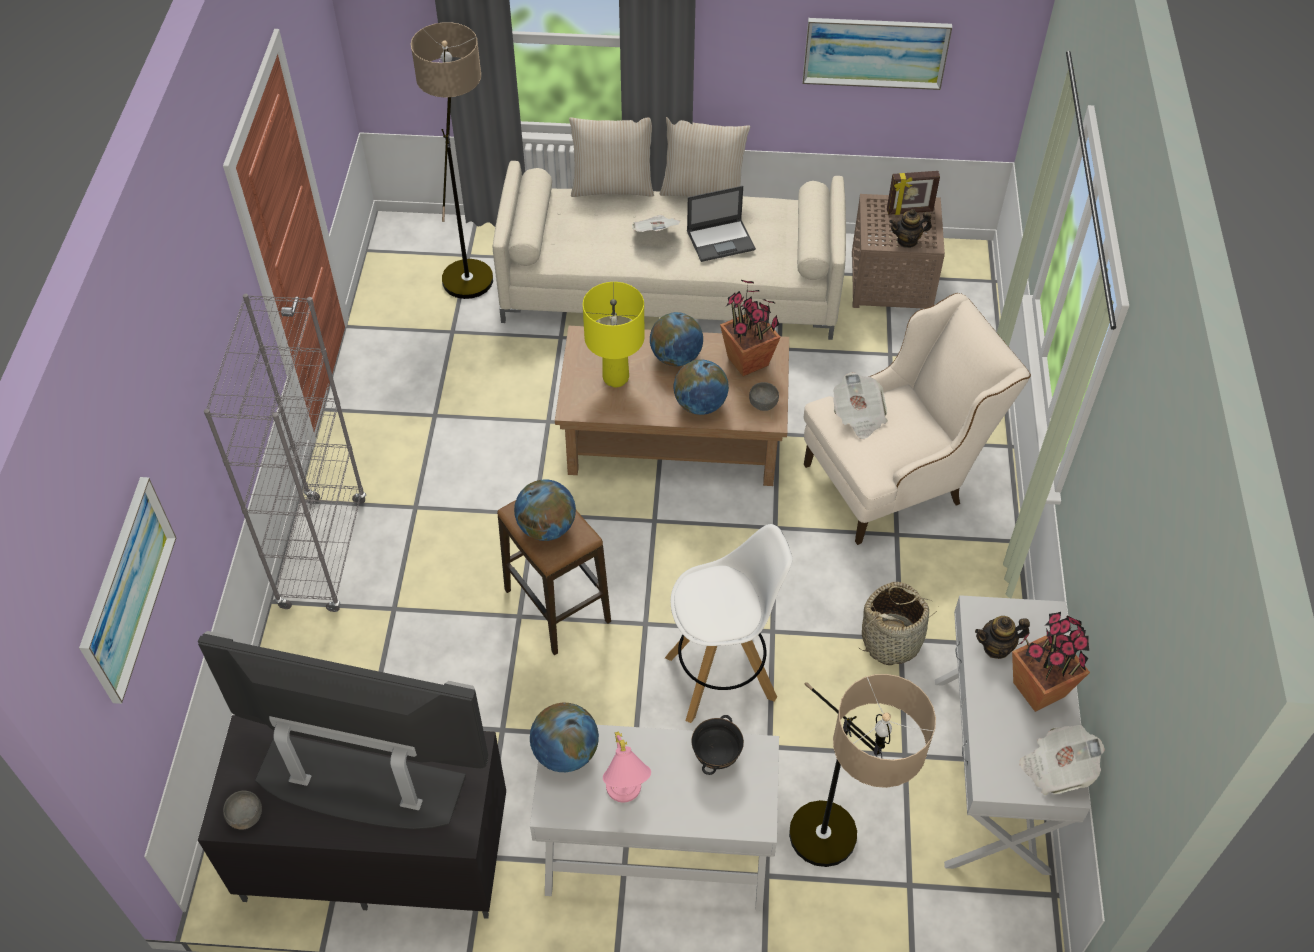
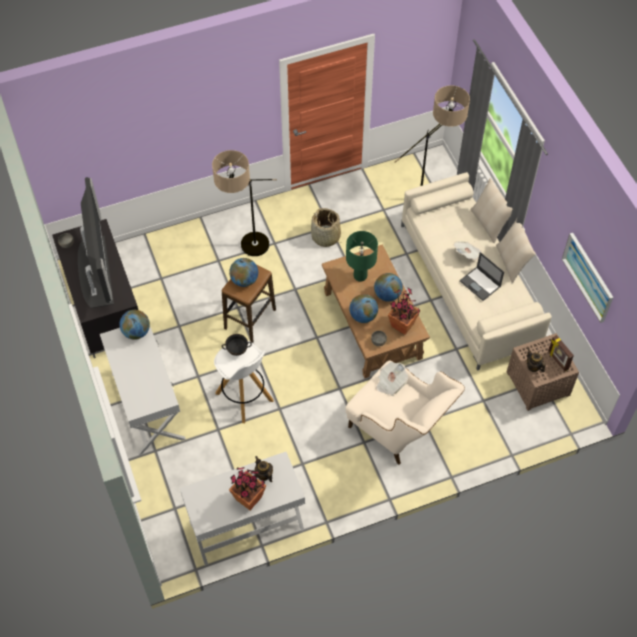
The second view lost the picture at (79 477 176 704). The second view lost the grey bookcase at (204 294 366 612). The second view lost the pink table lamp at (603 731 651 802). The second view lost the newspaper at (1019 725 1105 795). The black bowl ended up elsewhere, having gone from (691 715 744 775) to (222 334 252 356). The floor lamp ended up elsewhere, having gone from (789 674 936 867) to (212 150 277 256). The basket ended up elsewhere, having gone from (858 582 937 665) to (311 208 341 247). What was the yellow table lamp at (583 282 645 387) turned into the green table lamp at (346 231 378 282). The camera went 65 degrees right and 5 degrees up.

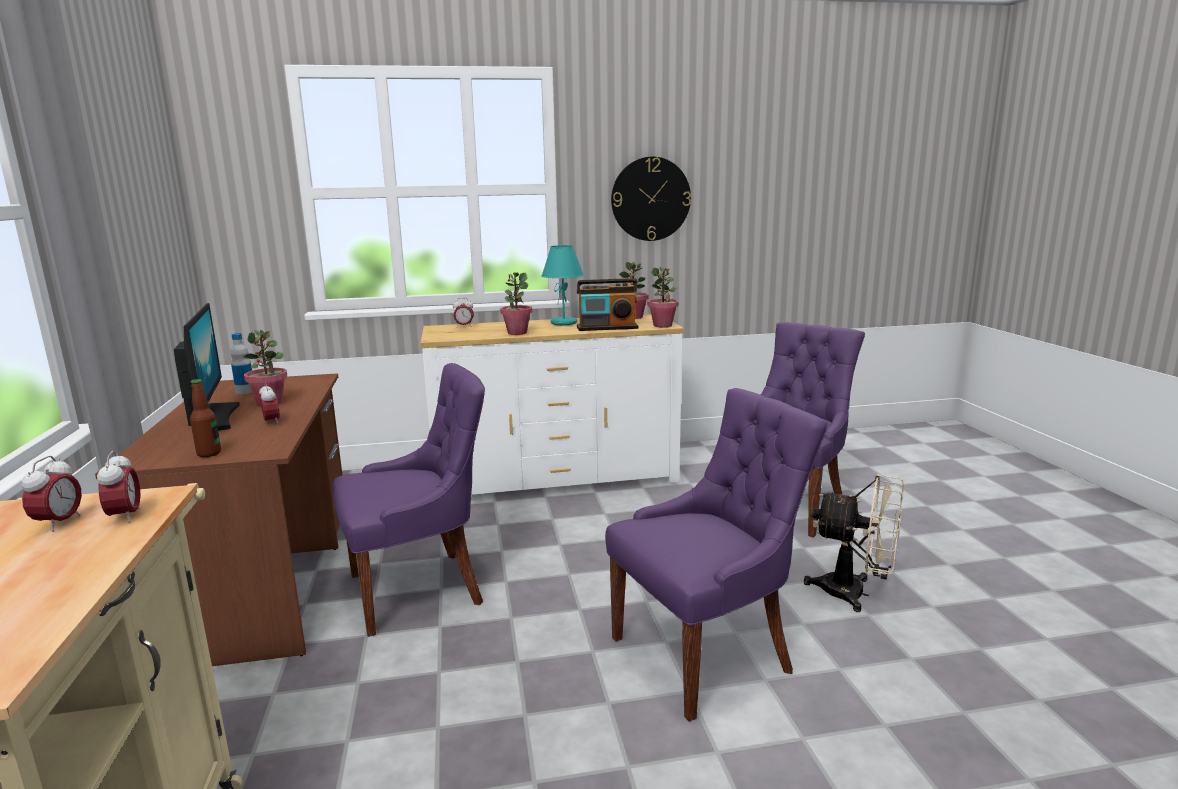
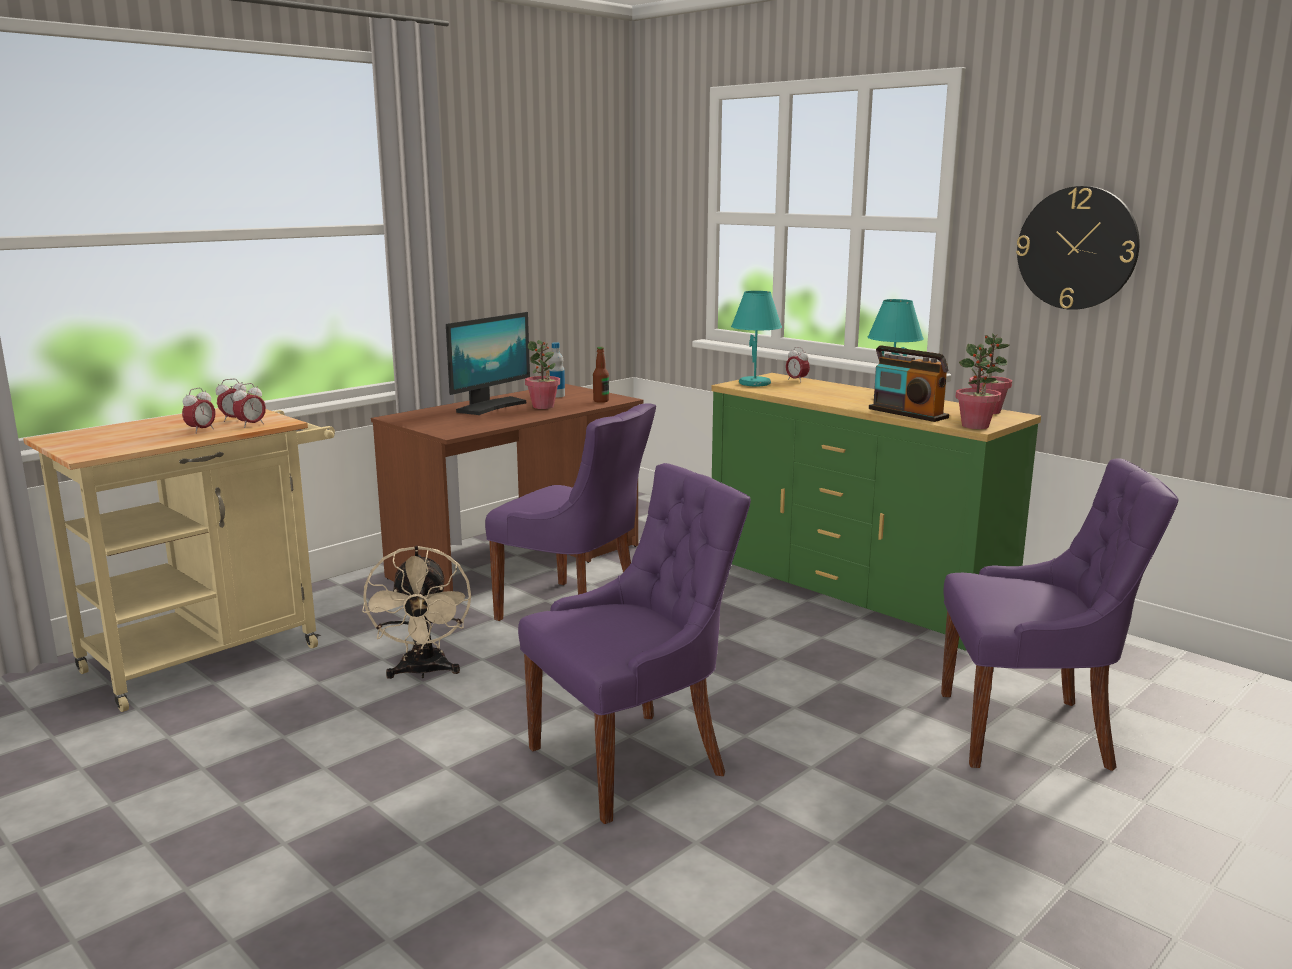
The second view lost the potted plant at (500 272 532 335). The second view gained the turquoise table lamp at (731 291 782 386). The bottle ended up elsewhere, having gone from (190 379 221 457) to (593 347 609 403). The alarm clock ended up elsewhere, having gone from (259 383 280 424) to (182 388 216 434). The beige fan ended up elsewhere, having gone from (804 474 904 612) to (362 546 471 679). What was the white dresser at (421 314 684 495) turned into the green dresser at (711 373 1041 651). The purple chair at (605 388 828 722) ended up facing another way, 60 degrees counterclockwise from before. The camera went 55 degrees right and 0 degrees up.

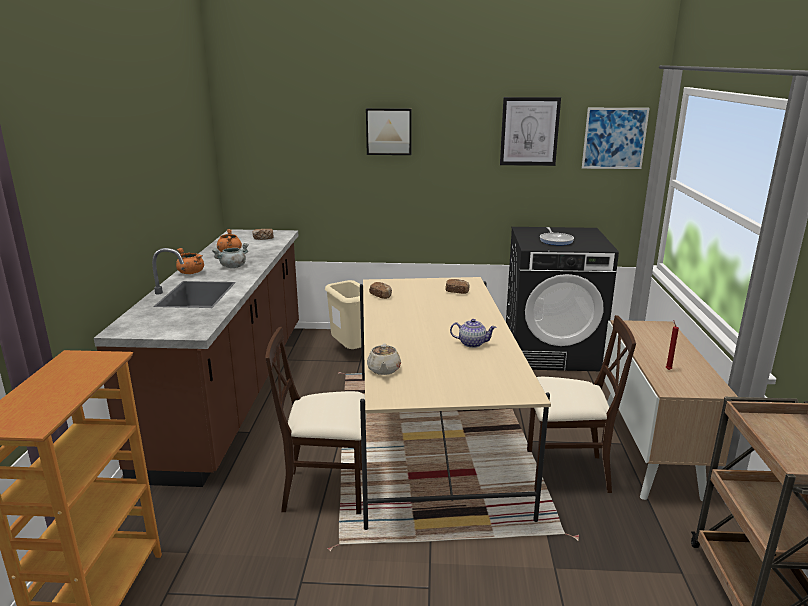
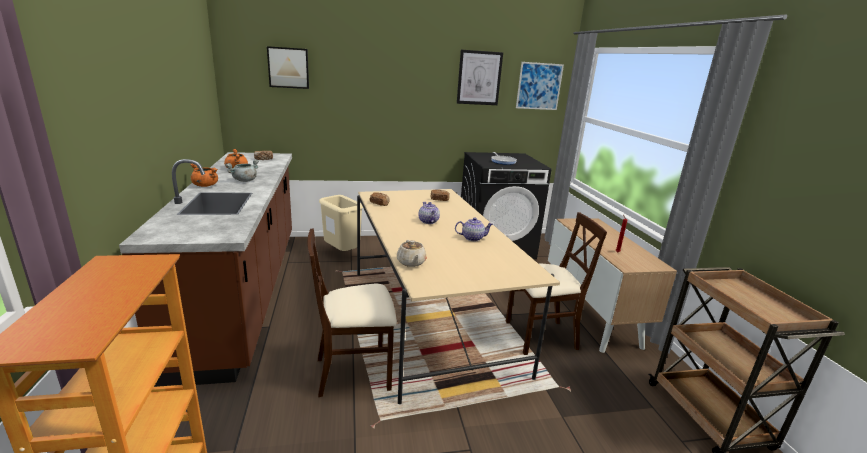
The second view gained the teapot at (418 202 440 224). The picture ended up elsewhere, having gone from (366 108 412 155) to (267 46 309 89). The camera went 15 degrees left and 0 degrees up.

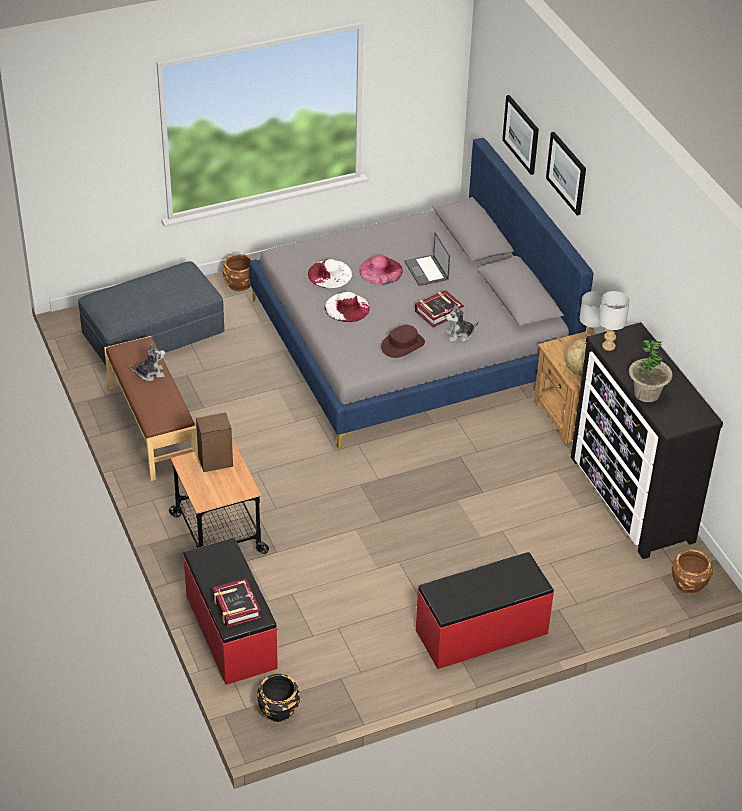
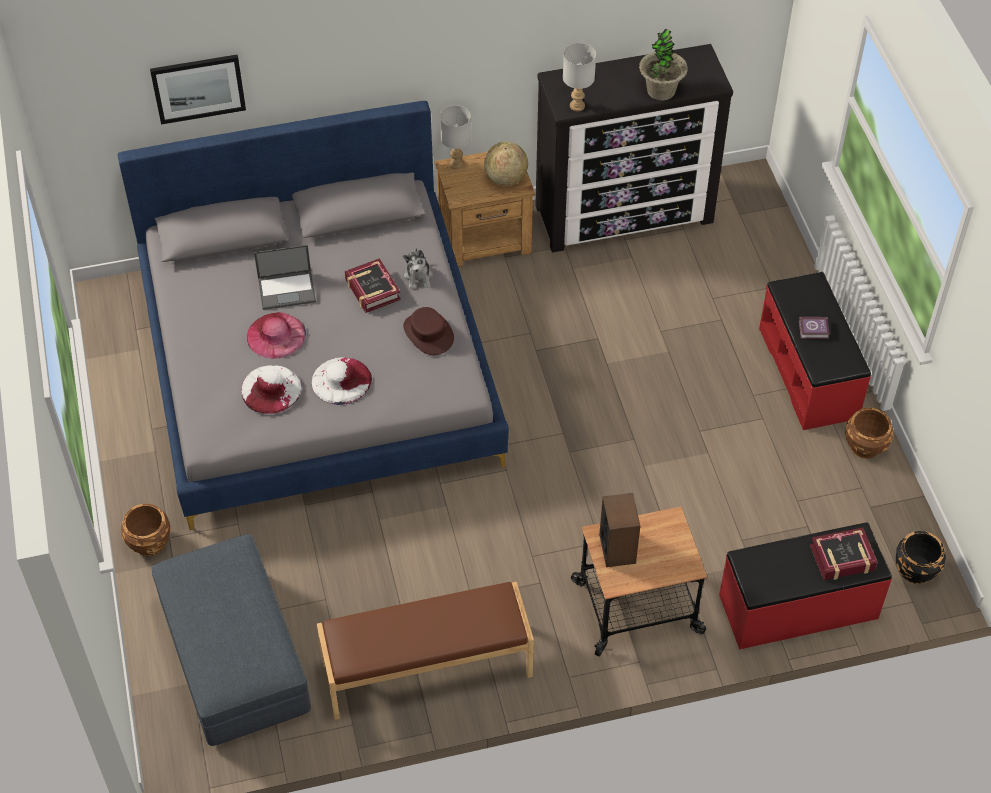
The second view lost the plush toy at (131 344 165 381). The second view lost the picture at (546 132 586 215). The second view gained the book at (799 317 830 339). The brown planter ended up elsewhere, having gone from (672 550 713 594) to (845 408 893 459). The camera went 80 degrees left and 10 degrees up.

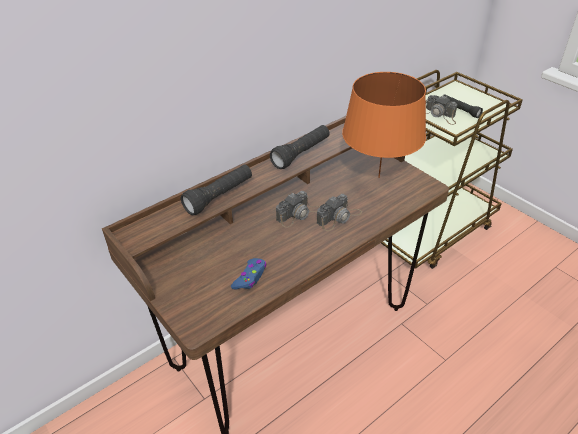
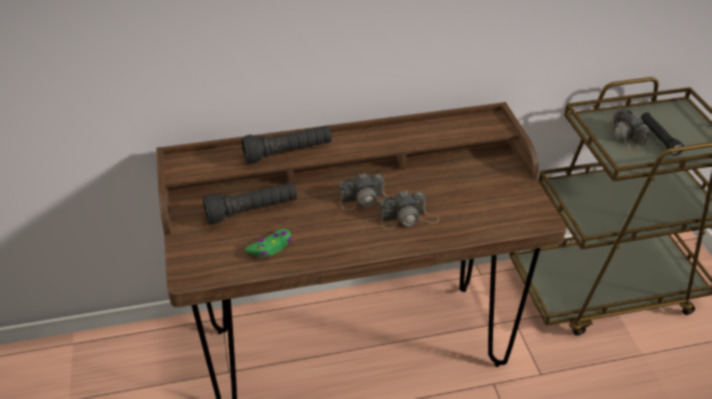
The second view lost the orange table lamp at (342 72 426 178). The black flashlight ended up elsewhere, having gone from (270 125 330 169) to (203 182 297 224). What was the blue game controller at (231 258 266 290) turned into the green game controller at (245 229 292 257). The camera went 25 degrees right and 0 degrees up.

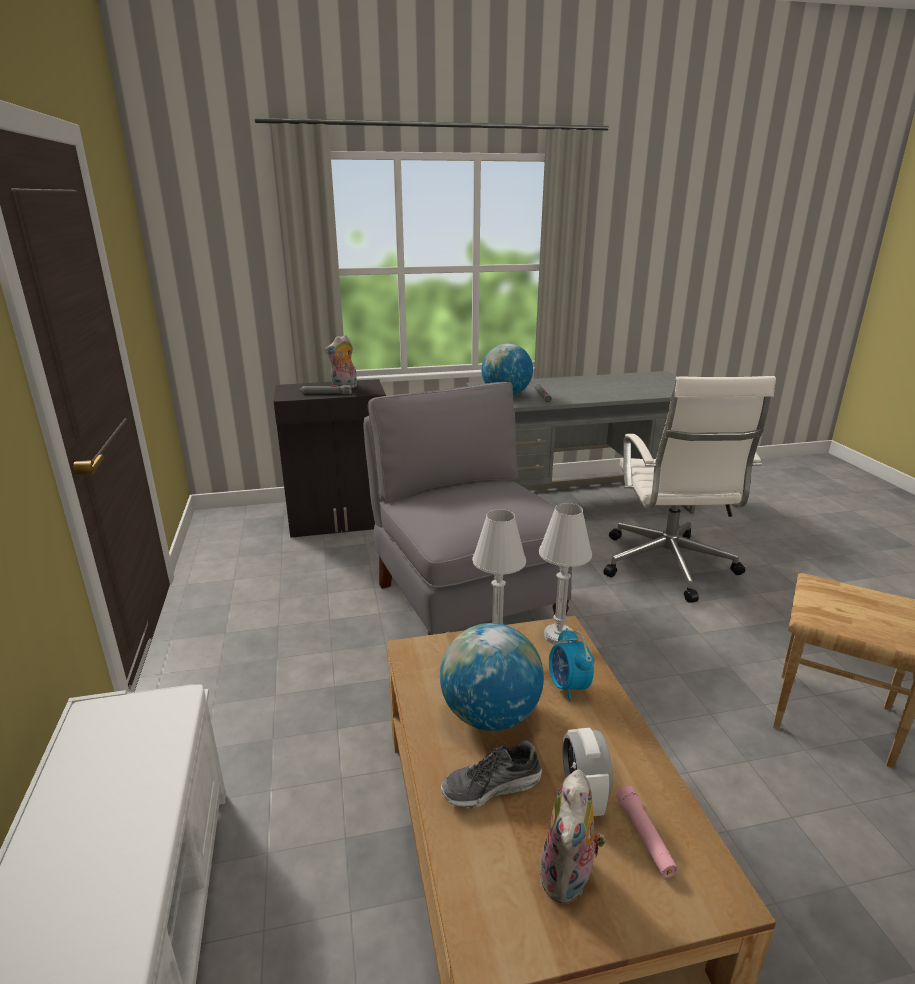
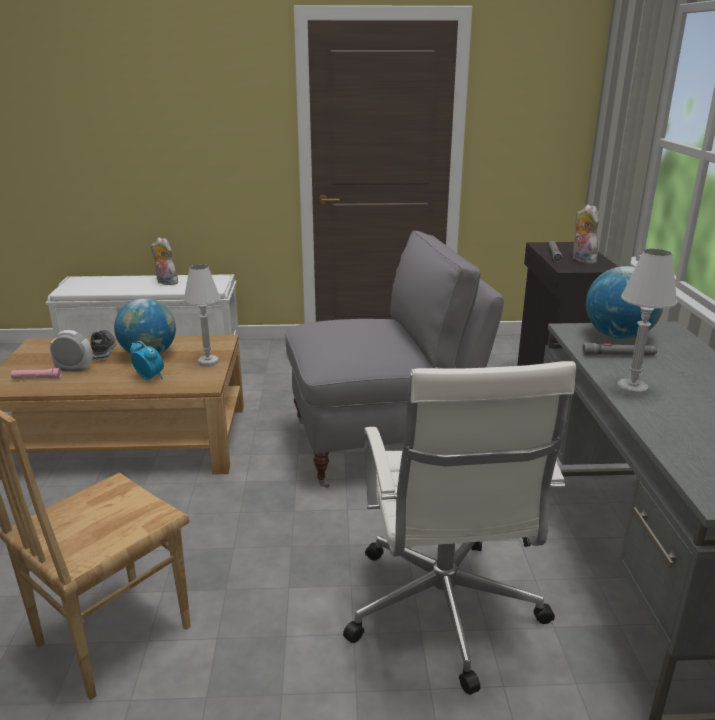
The white table lamp ended up elsewhere, having gone from (539 503 592 645) to (617 249 677 396). The plush toy ended up elsewhere, having gone from (540 770 606 904) to (151 238 178 285). The alarm clock at (549 628 594 701) ended up facing another way, 45 degrees clockwise from before. The white office chair at (603 376 776 603) ended up facing another way, 105 degrees counterclockwise from before. The camera went 100 degrees right and 0 degrees up.

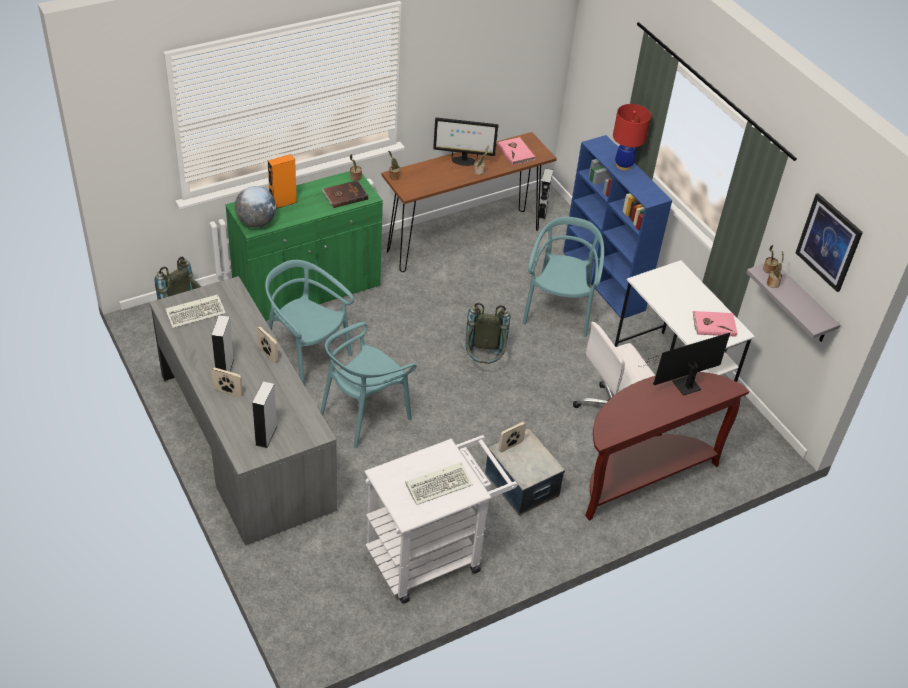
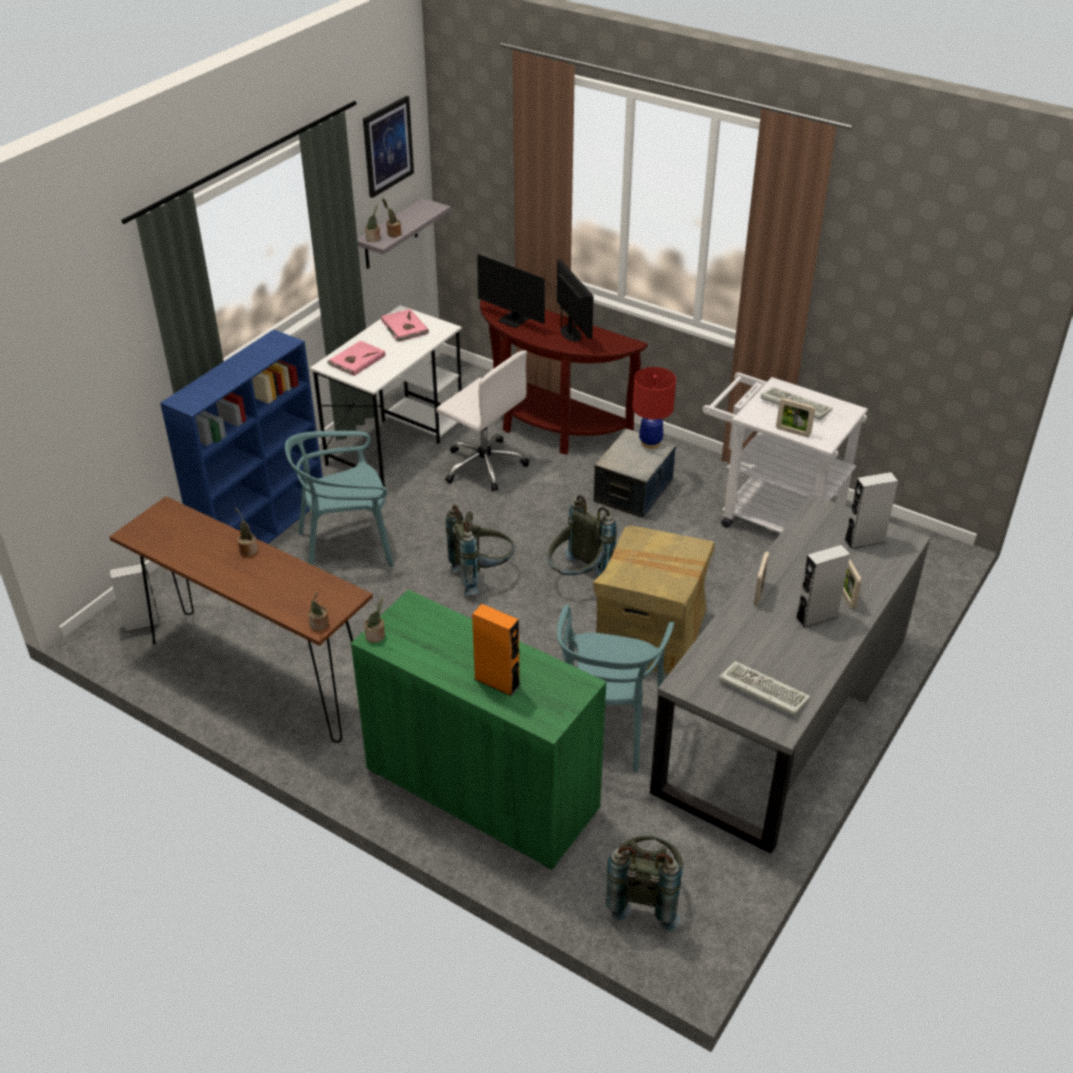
The second view lost the globe at (235 186 276 228). The second view lost the brown book at (322 180 368 208). The second view gained the grey backpack at (548 495 617 576). The monitor ended up elsewhere, having gone from (433 118 498 166) to (557 259 594 343). The pink book ended up elsewhere, having gone from (497 137 535 165) to (327 341 385 376). The picture frame ended up elsewhere, having gone from (499 421 526 452) to (776 398 815 437). The red table lamp ended up elsewhere, having gone from (613 104 651 171) to (633 367 676 449). Where the turquoise chair stood at (320 322 417 448), the cardboard box came to stand at (593 525 714 674). The camera went 115 degrees left and 5 degrees down.

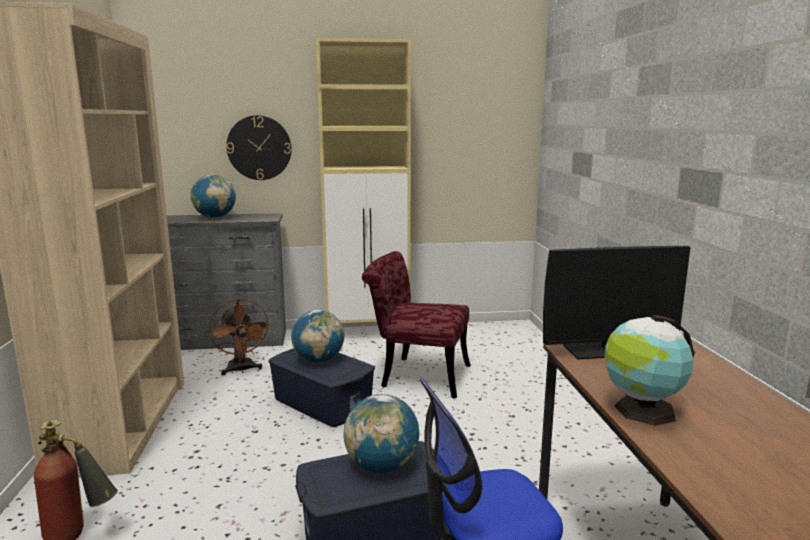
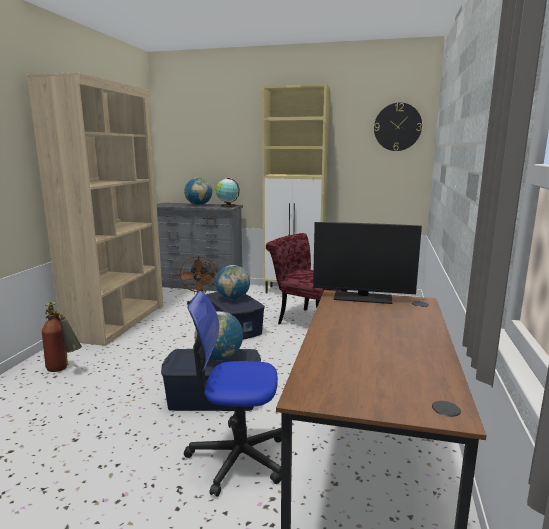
The wall clock ended up elsewhere, having gone from (226 115 292 180) to (374 103 422 151). The globe ended up elsewhere, having gone from (604 315 694 426) to (216 178 240 207). The camera went 20 degrees right and 0 degrees up.

